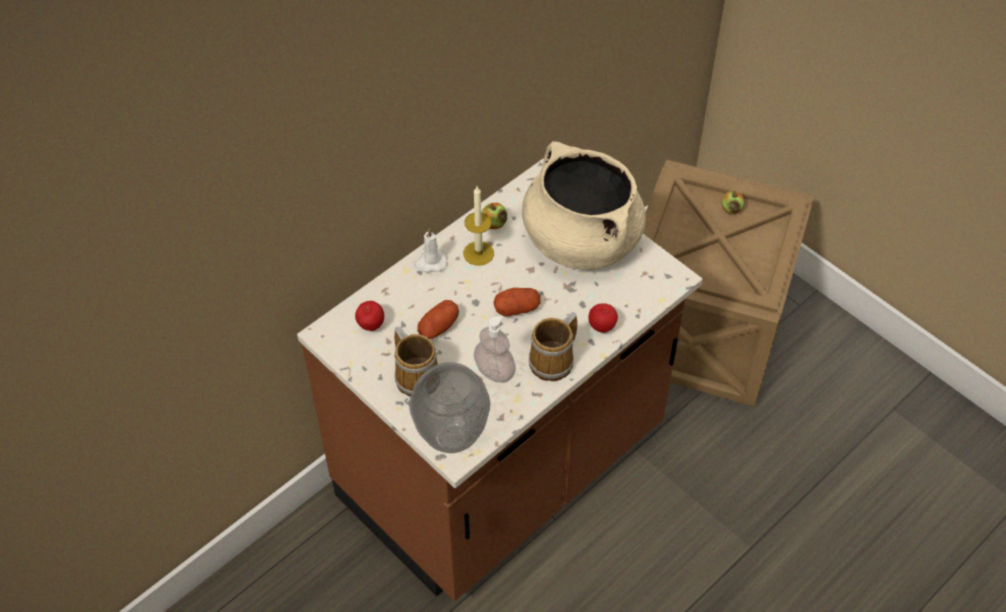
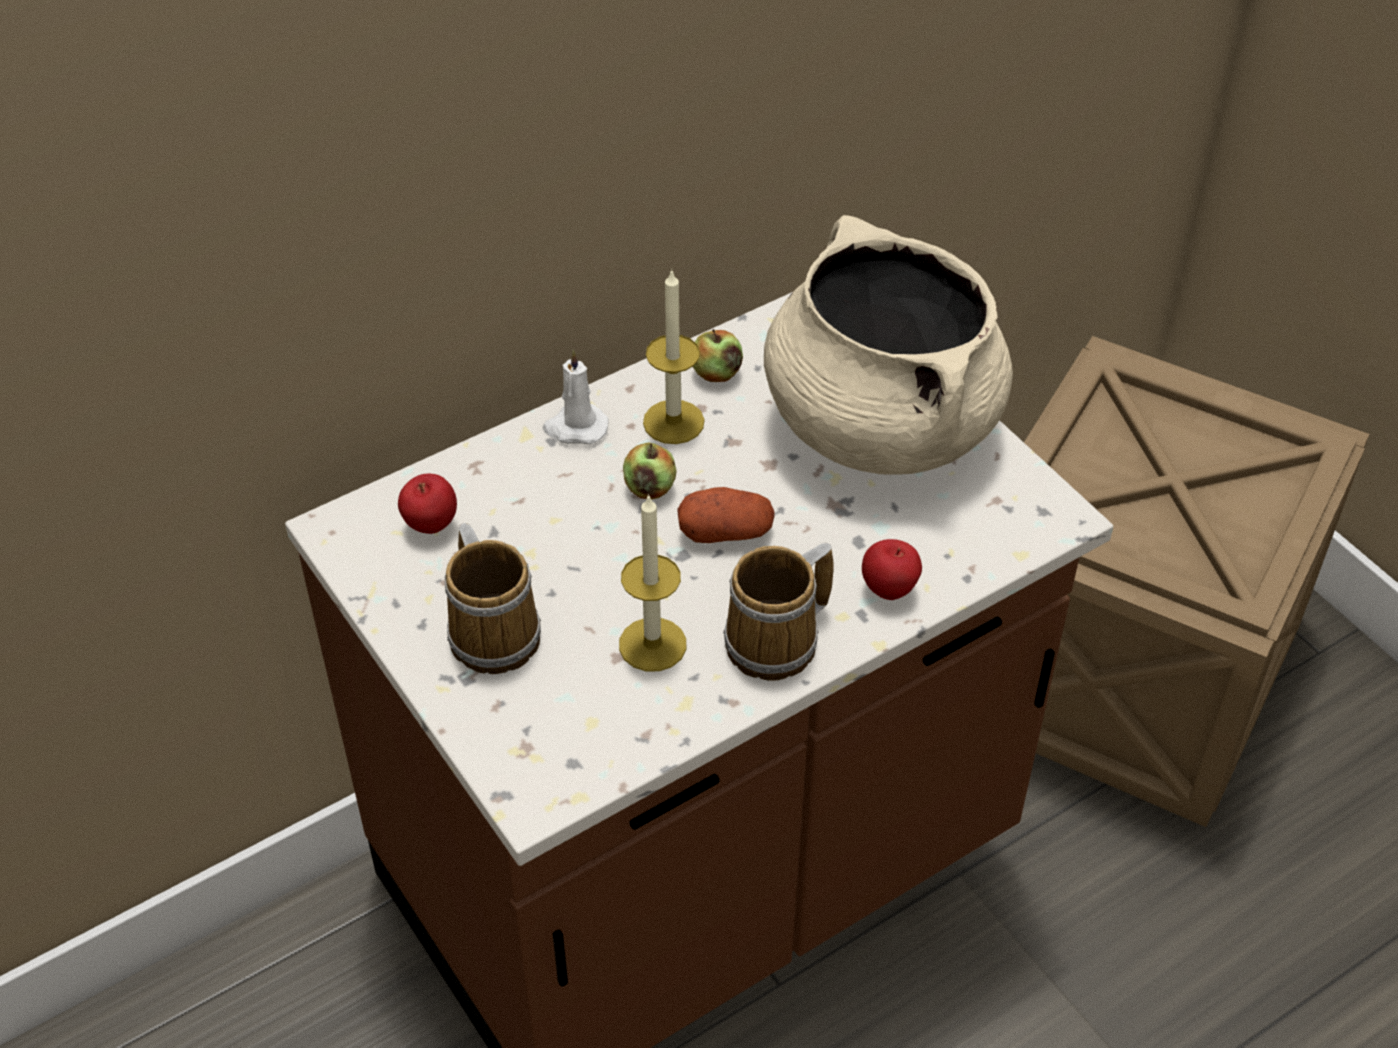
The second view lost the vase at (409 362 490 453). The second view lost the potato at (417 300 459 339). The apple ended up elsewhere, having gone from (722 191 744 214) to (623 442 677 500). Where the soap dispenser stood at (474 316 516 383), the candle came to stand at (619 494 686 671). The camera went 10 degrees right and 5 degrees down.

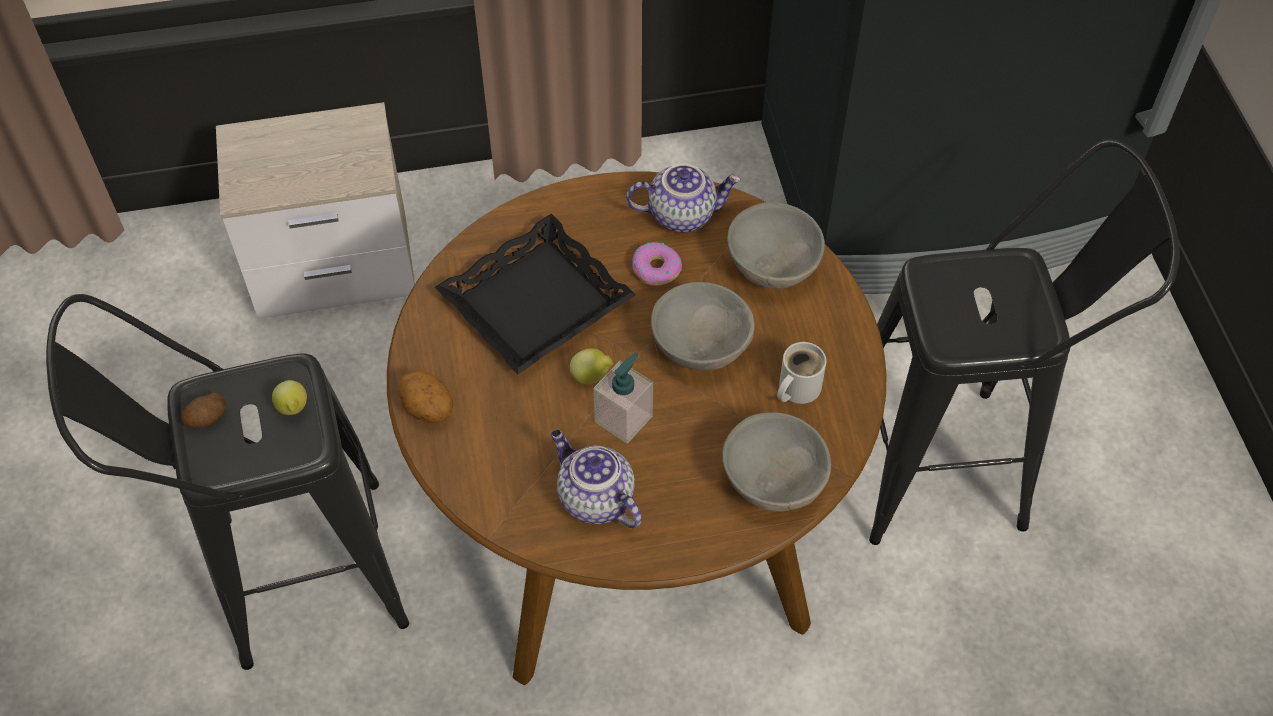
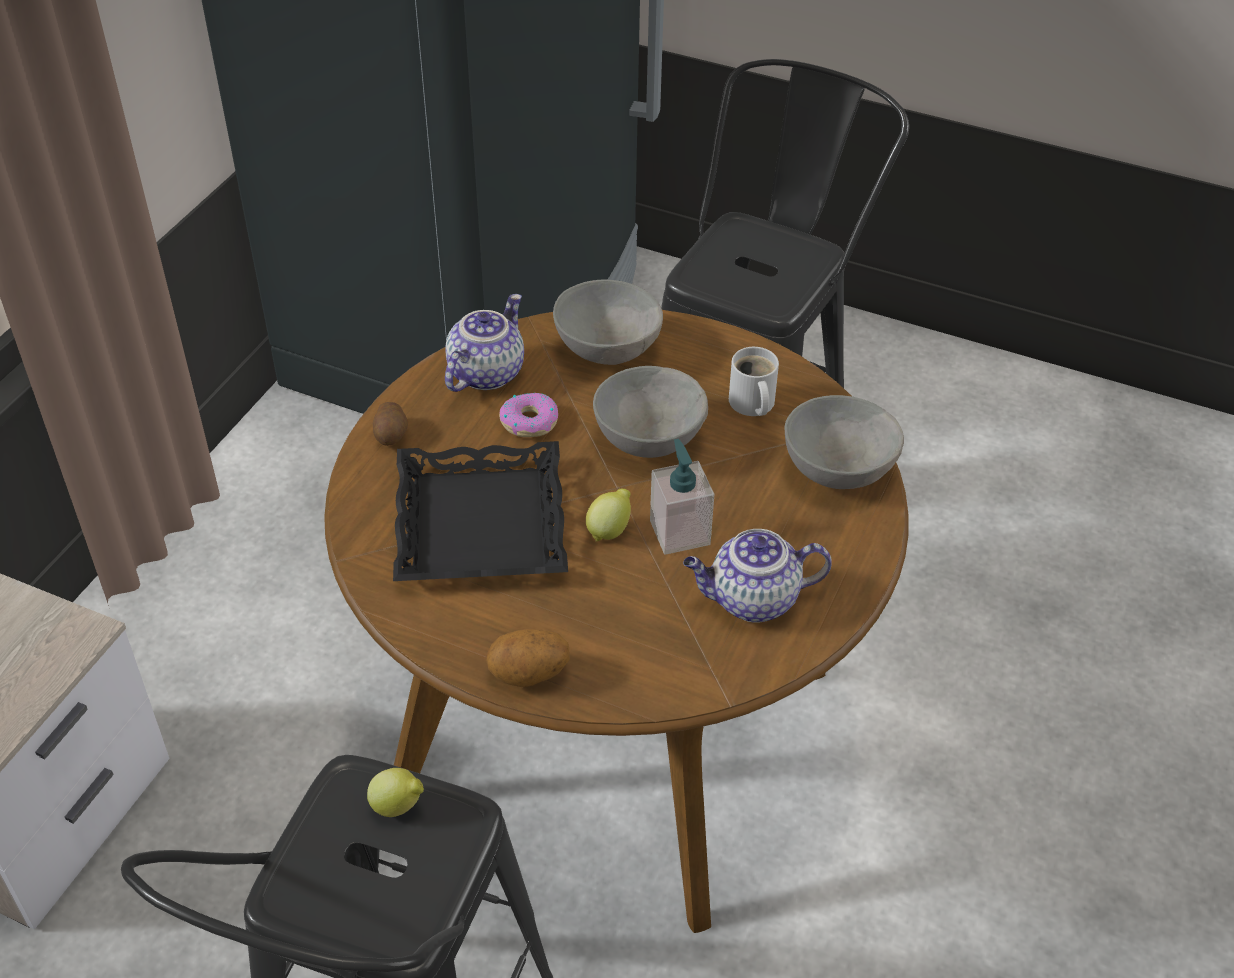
The potato ended up elsewhere, having gone from (181 392 226 429) to (373 402 408 446). The camera went 55 degrees left and 10 degrees down.

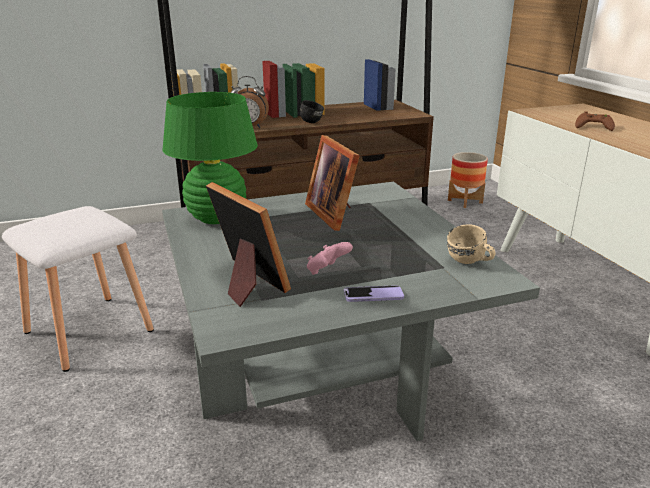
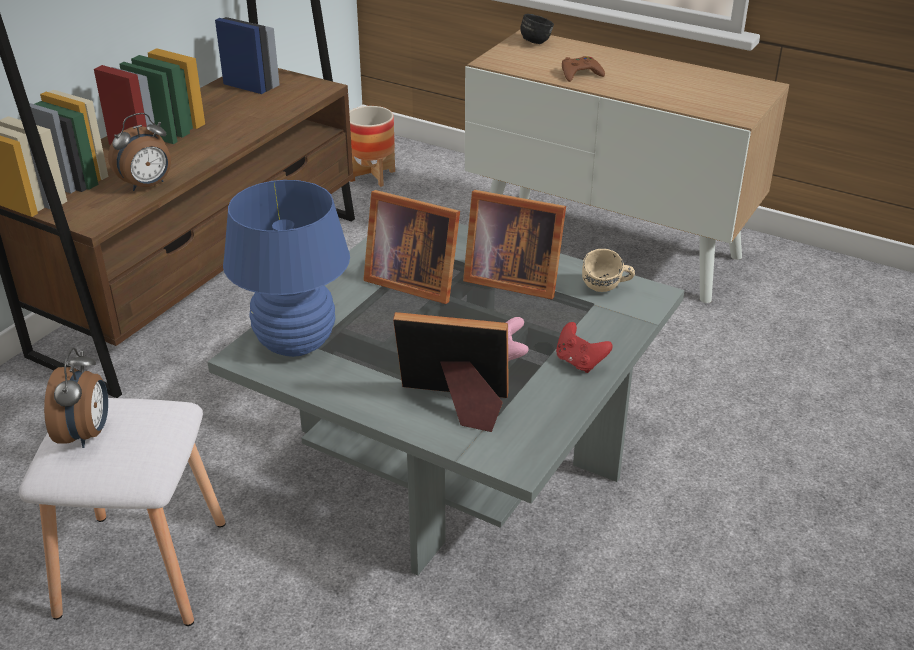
The second view gained the alarm clock at (44 348 108 448). The second view gained the picture frame at (463 190 566 299). The black mug ended up elsewhere, having gone from (300 100 324 123) to (520 14 554 44). Where the phone stood at (344 285 404 302), the red game controller came to stand at (556 322 613 373). What was the green table lamp at (162 92 258 224) turned into the blue table lamp at (223 180 350 357). The camera went 40 degrees left and 10 degrees up.

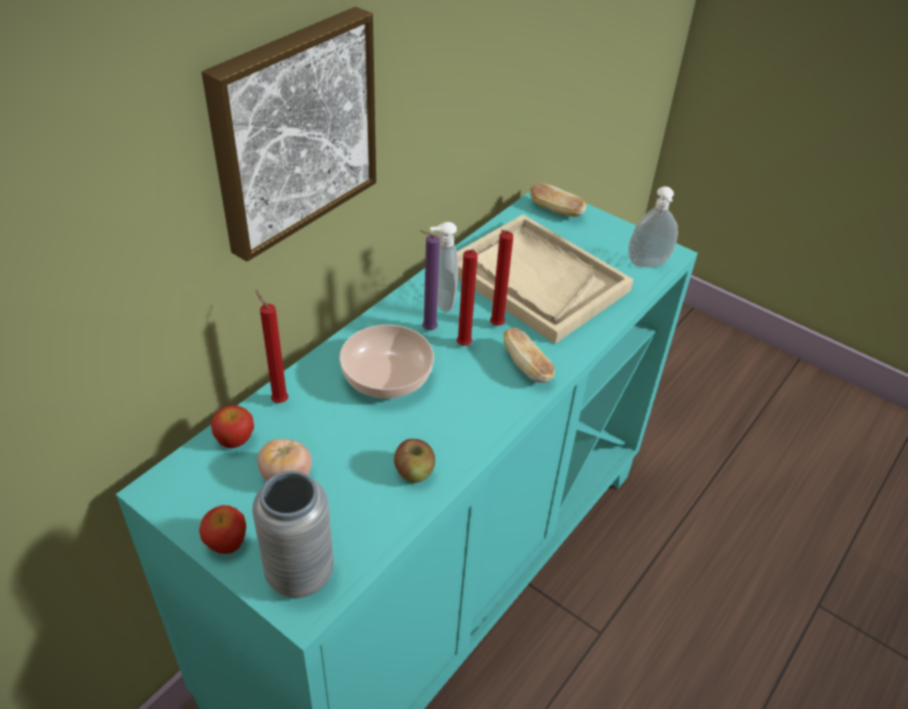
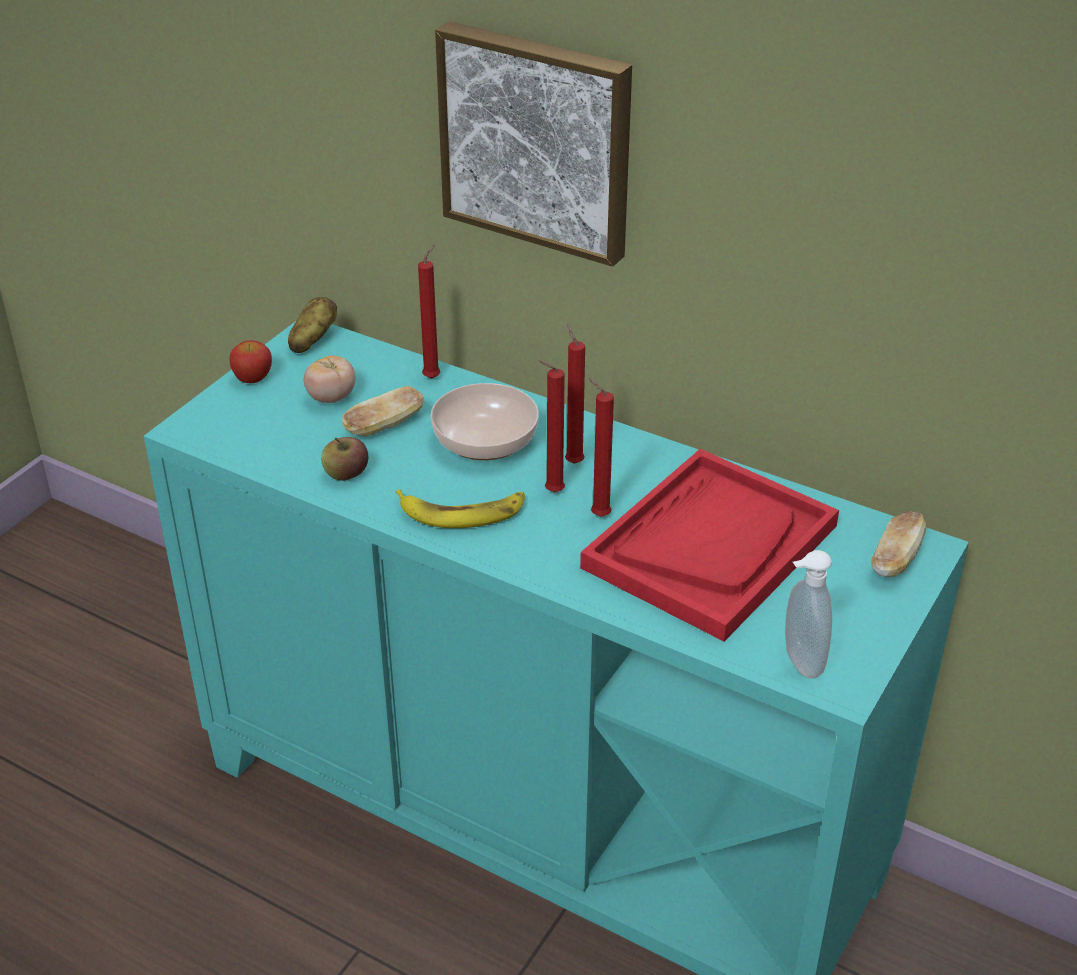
The second view lost the apple at (211 405 254 448). The second view lost the grey vase at (252 471 334 598). The second view lost the soap dispenser at (430 222 458 312). The second view gained the potato at (288 297 337 353). The second view gained the banana at (396 489 525 528). The bread ended up elsewhere, having gone from (504 328 555 383) to (342 386 424 436). What was the purple candle at (420 230 440 330) turned into the red candle at (565 323 585 464). What was the beige tray at (457 214 634 344) turned into the red tray at (580 449 839 641). The camera went 85 degrees right and 5 degrees down.

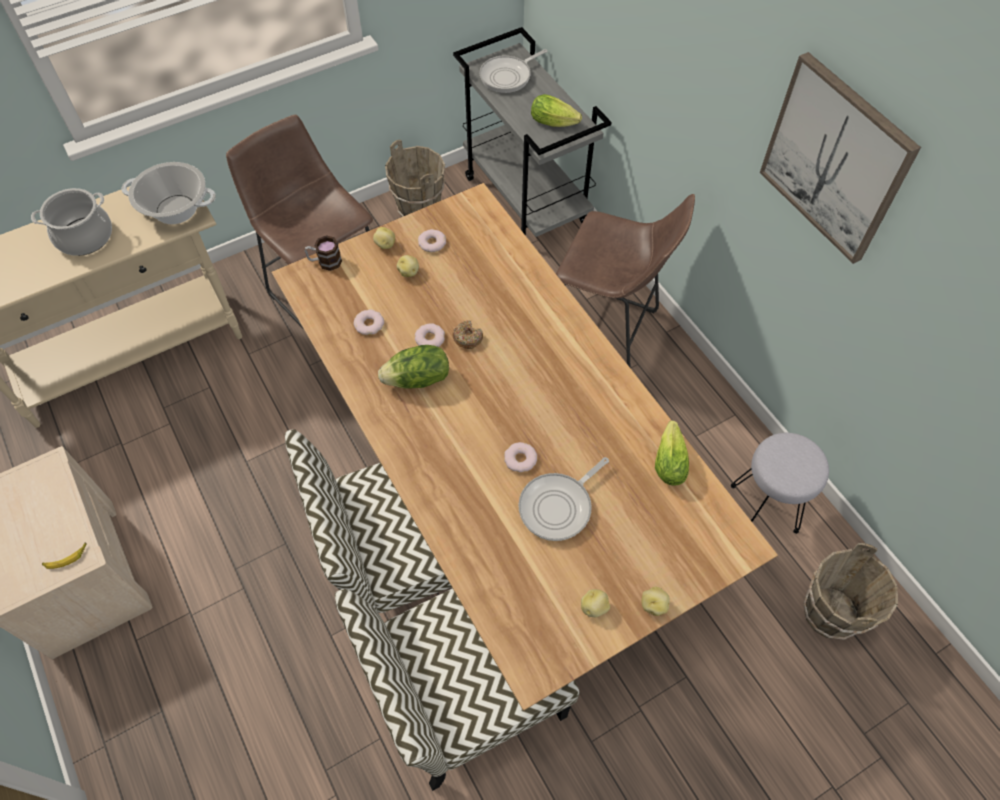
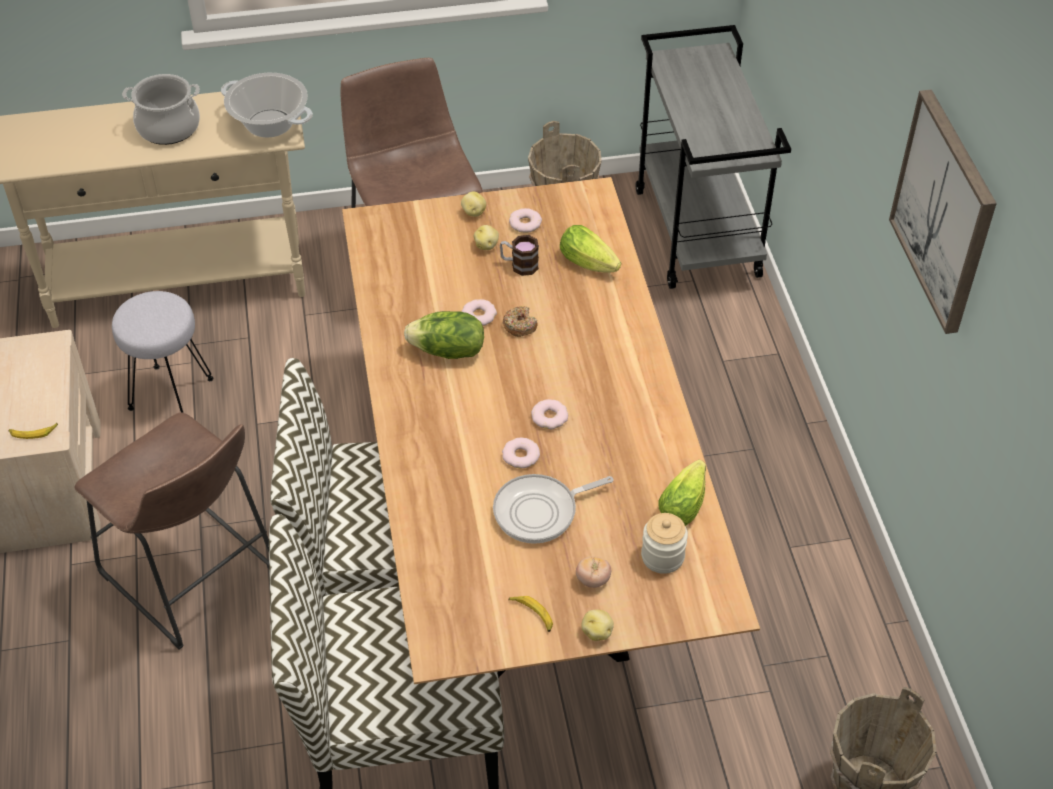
The second view lost the frying pan at (479 49 548 93). The second view gained the tomato at (576 557 611 588). The second view gained the jar at (641 513 688 574). The mug ended up elsewhere, having gone from (304 235 342 271) to (500 235 539 276). The donut ended up elsewhere, having gone from (353 309 384 335) to (531 399 568 429). The lettuce ended up elsewhere, having gone from (531 94 582 127) to (560 225 621 273). The brown stool ended up elsewhere, having gone from (556 194 695 368) to (74 412 269 650). The grey stool ended up elsewhere, having gone from (731 433 829 534) to (112 291 213 413). Where the potato stood at (581 589 610 617), the banana came to stand at (509 596 553 632). The camera went 20 degrees right and 10 degrees down.

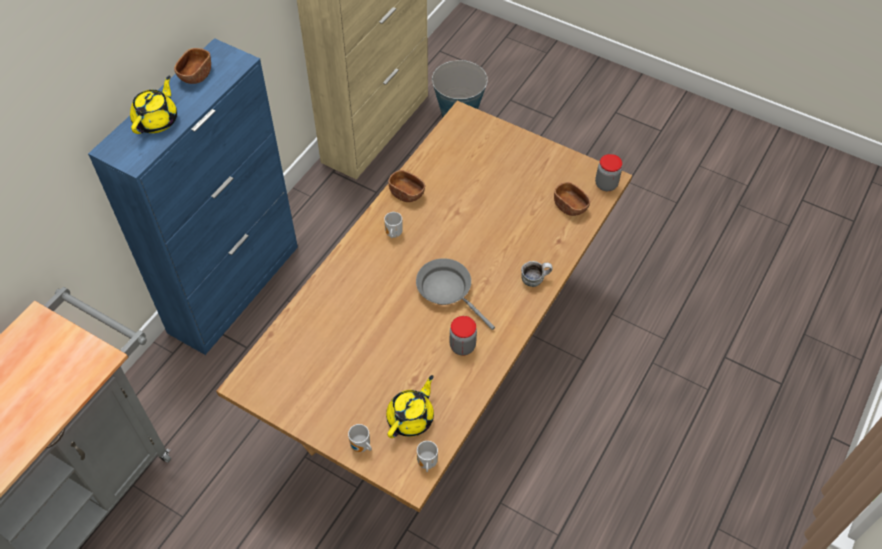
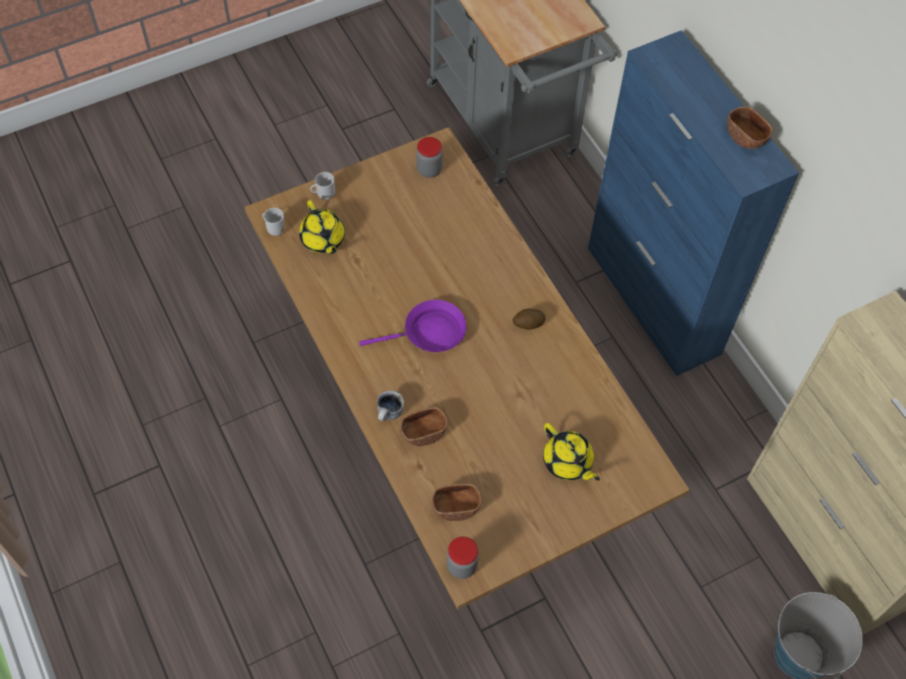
The yellow teapot ended up elsewhere, having gone from (130 75 177 134) to (543 423 600 481). The brown bowl ended up elsewhere, having gone from (388 170 425 202) to (400 407 448 446). The jar ended up elsewhere, having gone from (450 316 477 356) to (416 137 443 178). Where the mug stood at (384 212 403 238), the potato came to stand at (512 308 546 330). What was the grey frying pan at (416 258 495 330) turned into the purple frying pan at (359 300 466 352). The camera went 120 degrees right and 5 degrees up.

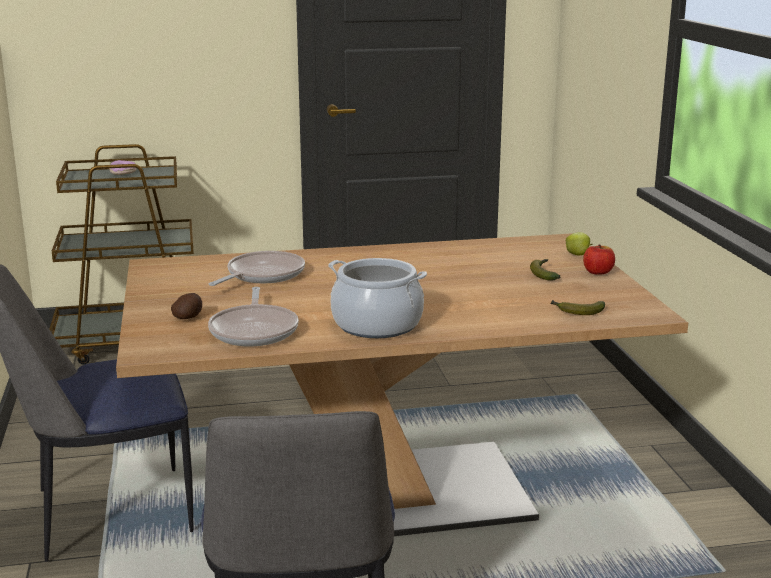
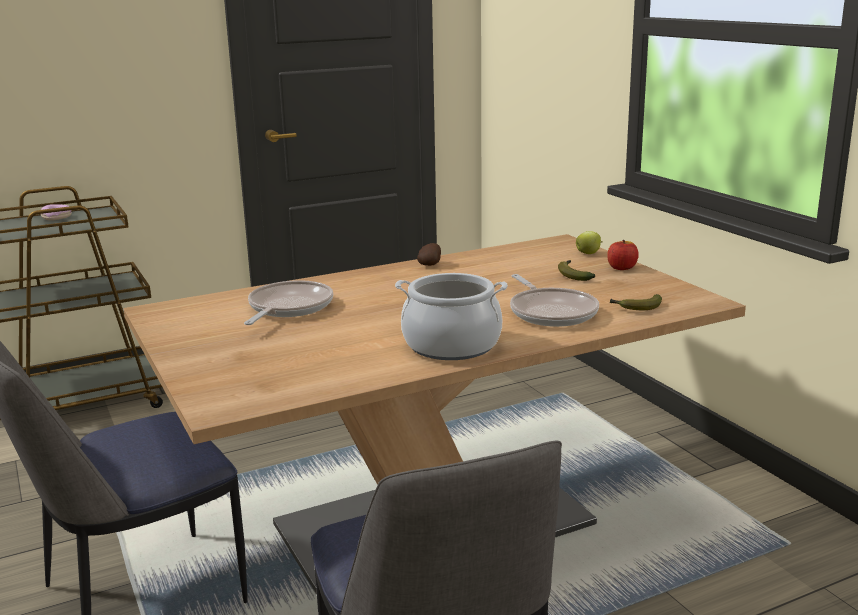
The potato ended up elsewhere, having gone from (171 293 202 319) to (417 243 441 266). The frying pan ended up elsewhere, having gone from (208 287 299 347) to (510 274 599 327). The camera went 15 degrees left and 0 degrees up.

